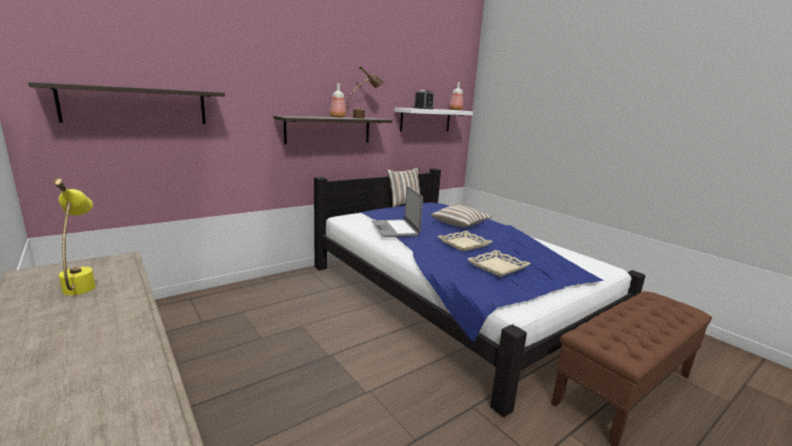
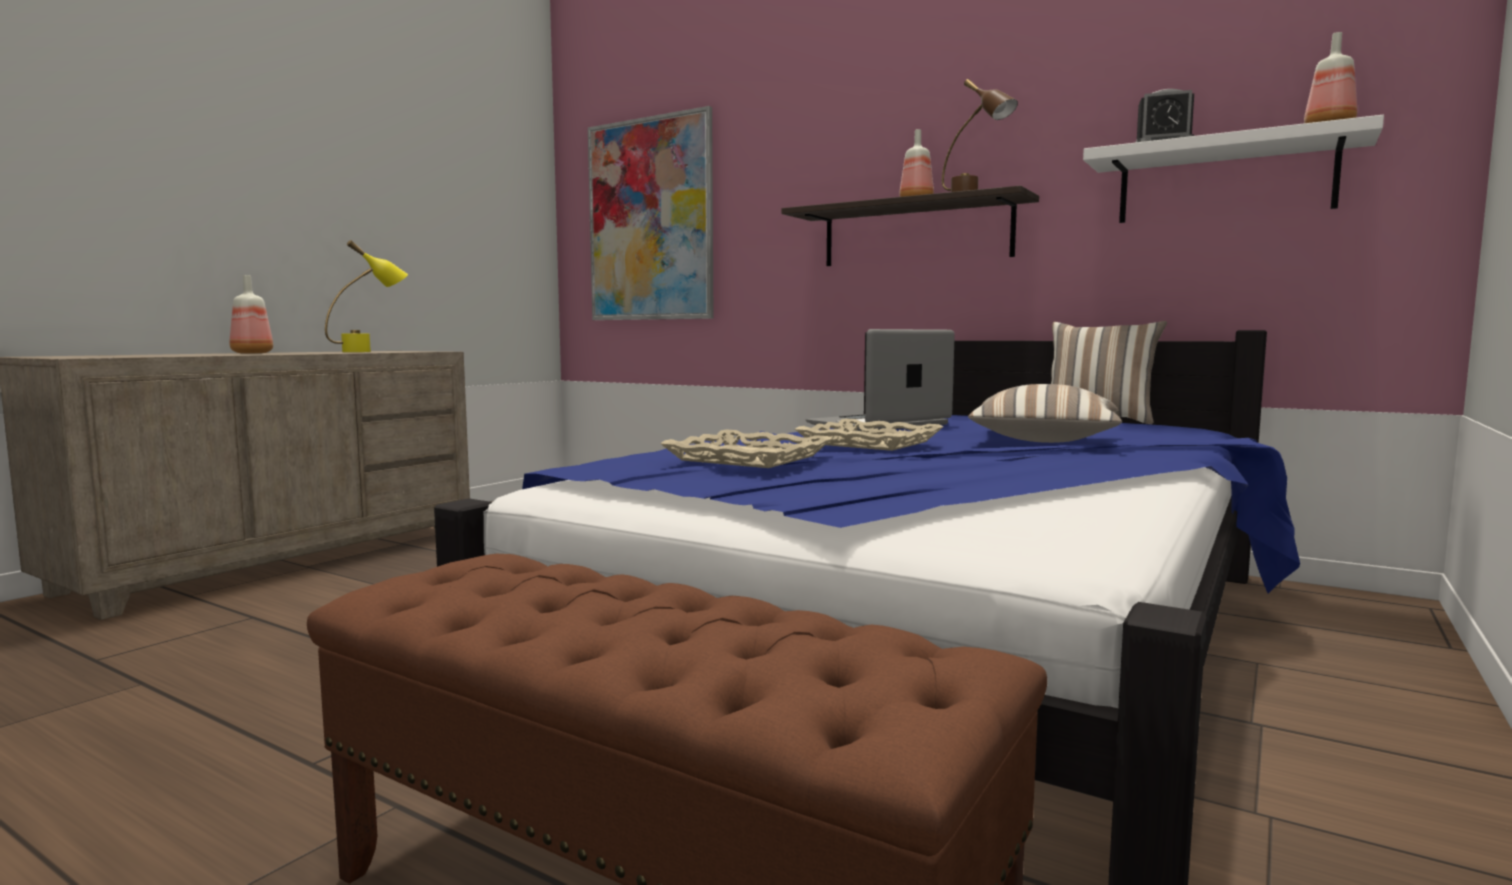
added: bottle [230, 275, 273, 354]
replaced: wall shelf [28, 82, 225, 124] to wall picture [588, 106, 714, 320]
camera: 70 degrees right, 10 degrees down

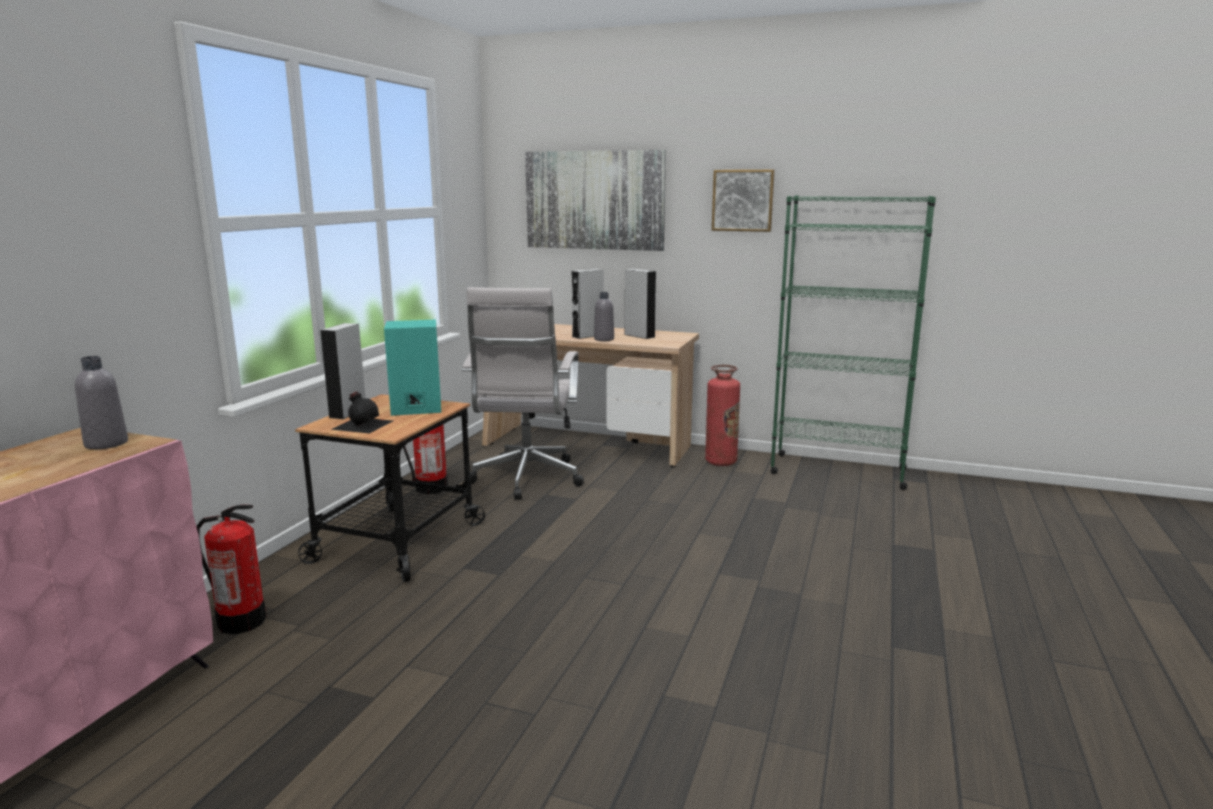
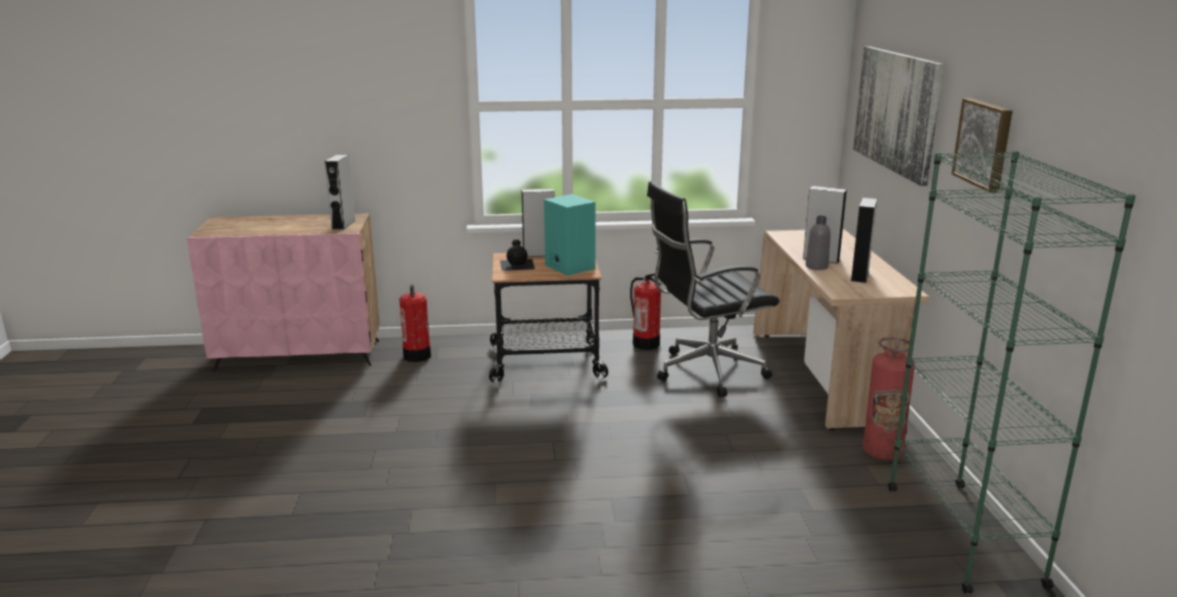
replaced: greyish bottle [75, 356, 128, 449] to greyish loudspeaker [325, 154, 356, 230]
recoloured: white-coloured desk chair [461, 287, 584, 500] to black desk chair [647, 181, 780, 397]
camera: 65 degrees right, 5 degrees up

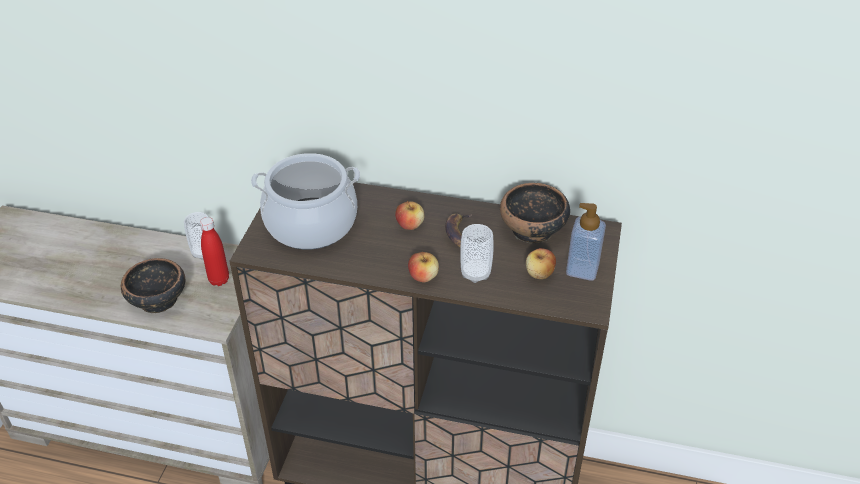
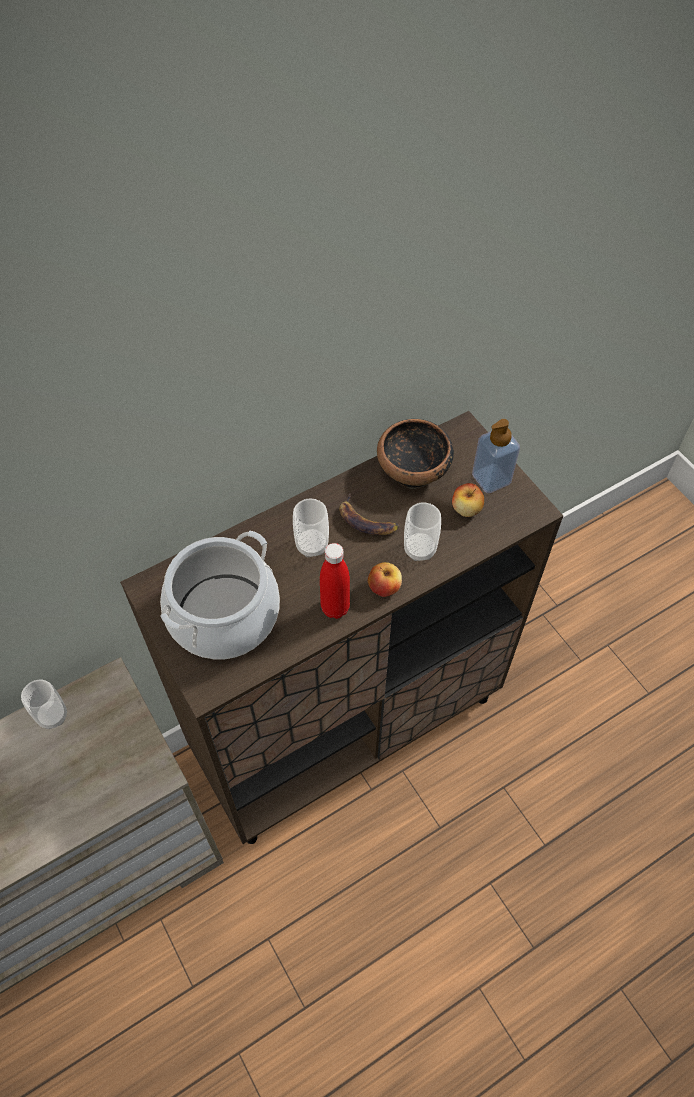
removed: deep dish [121, 258, 185, 313]
moved: red bottle [200, 217, 229, 286] to [320, 543, 350, 619]
replaced: whole apple [395, 200, 425, 230] to small cup [293, 499, 329, 557]
camera: 45 degrees left, 15 degrees up

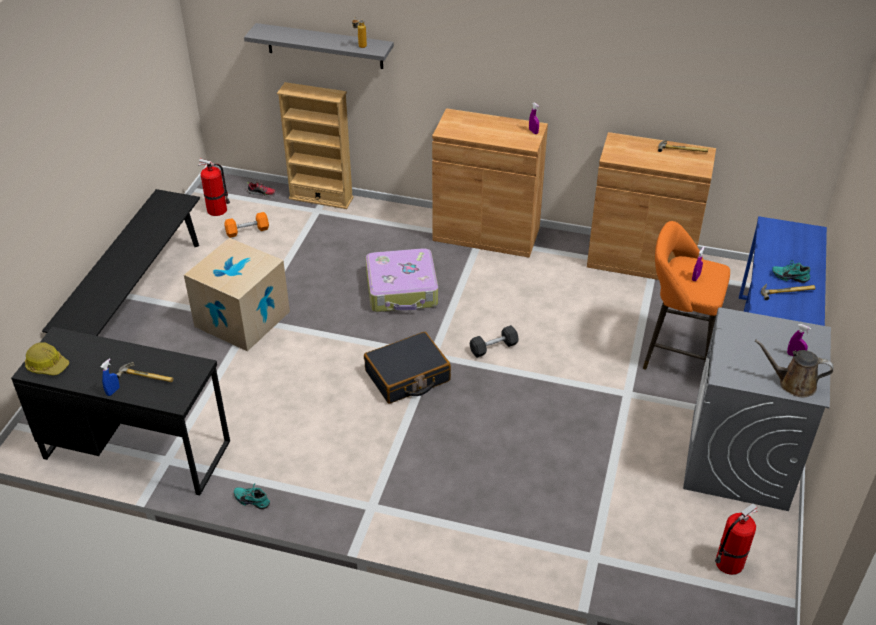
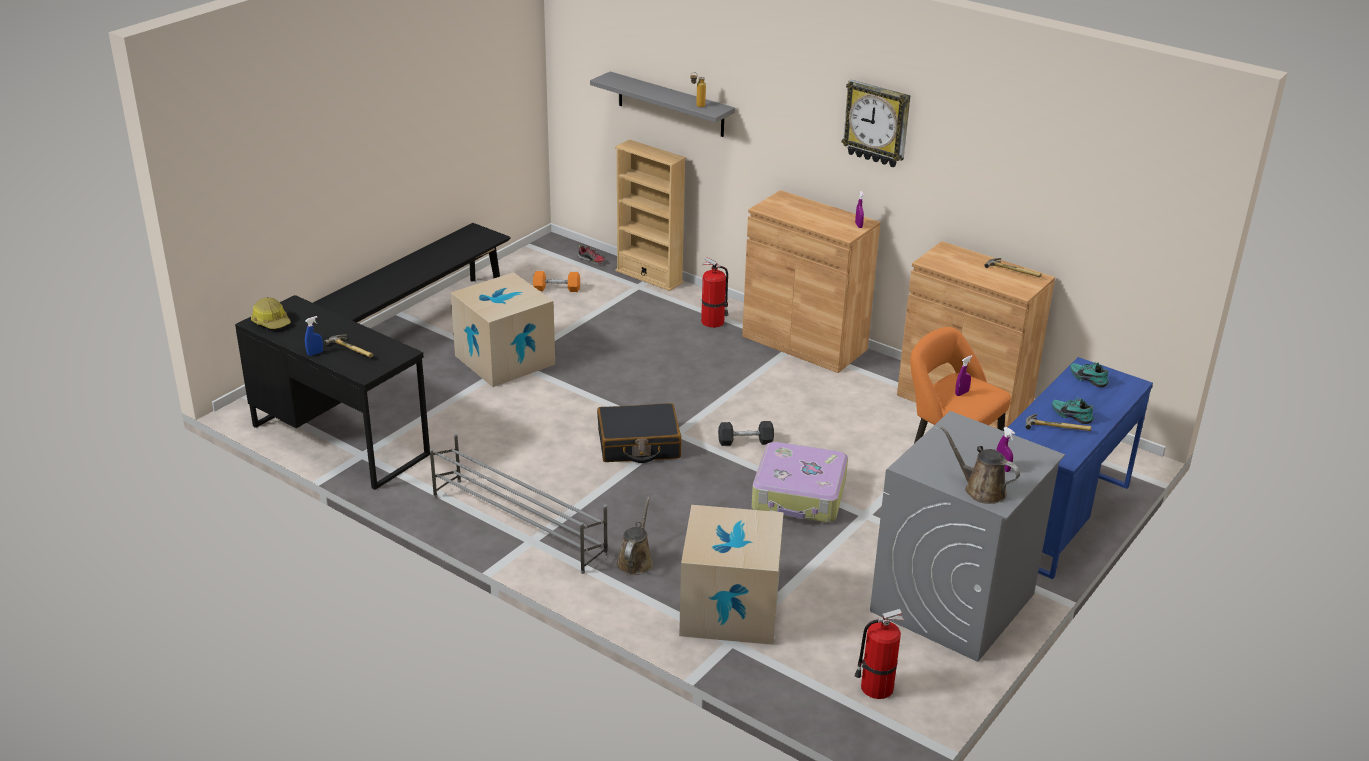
added: greyish shoe stand [430, 433, 608, 574]; brown-coloured watering pot [616, 497, 653, 575]; packing box [679, 505, 784, 645]; hanging clock [842, 80, 911, 167]
moved: extinguisher [198, 159, 230, 216] to [701, 257, 729, 328]; suitcase [366, 248, 438, 312] to [752, 442, 848, 523]; turquoise low shoe [234, 484, 270, 509] to [1070, 362, 1109, 387]
camera: 20 degrees right, 10 degrees down

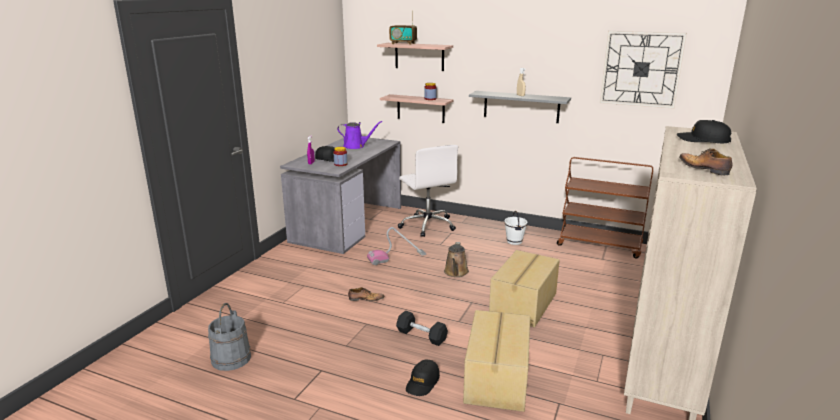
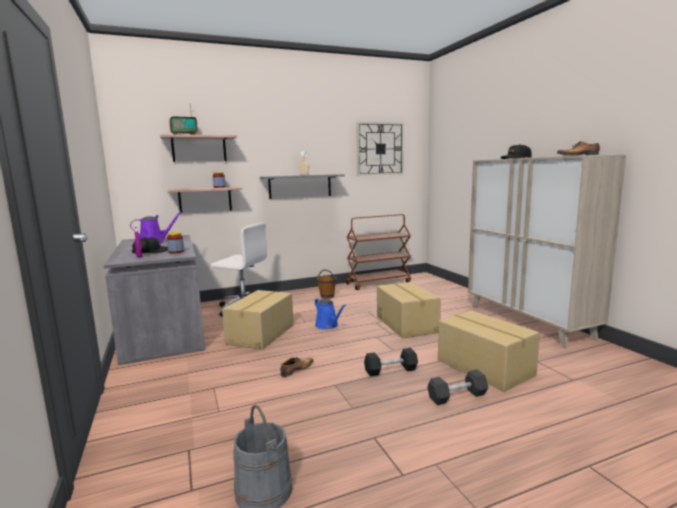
replaced: vacuum [367, 227, 426, 265] to packing box [222, 290, 294, 350]; black baseball cap [406, 360, 440, 396] to greyish dumbbell [427, 369, 488, 405]
recoloured: brown-coloured watering pot [444, 242, 469, 277] to blue watering pot [315, 298, 346, 330]; white-coloured water bucket [504, 211, 527, 245] to brown-coloured water bucket [317, 269, 337, 299]
camera: 45 degrees left, 10 degrees down

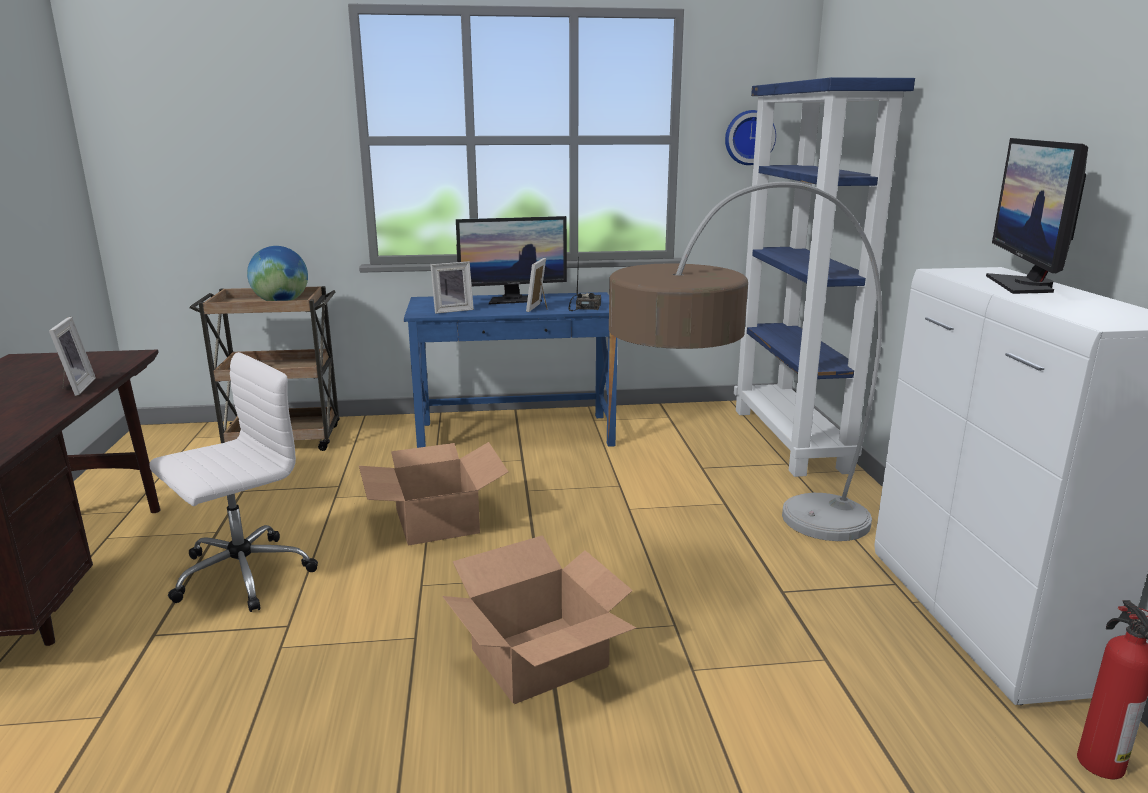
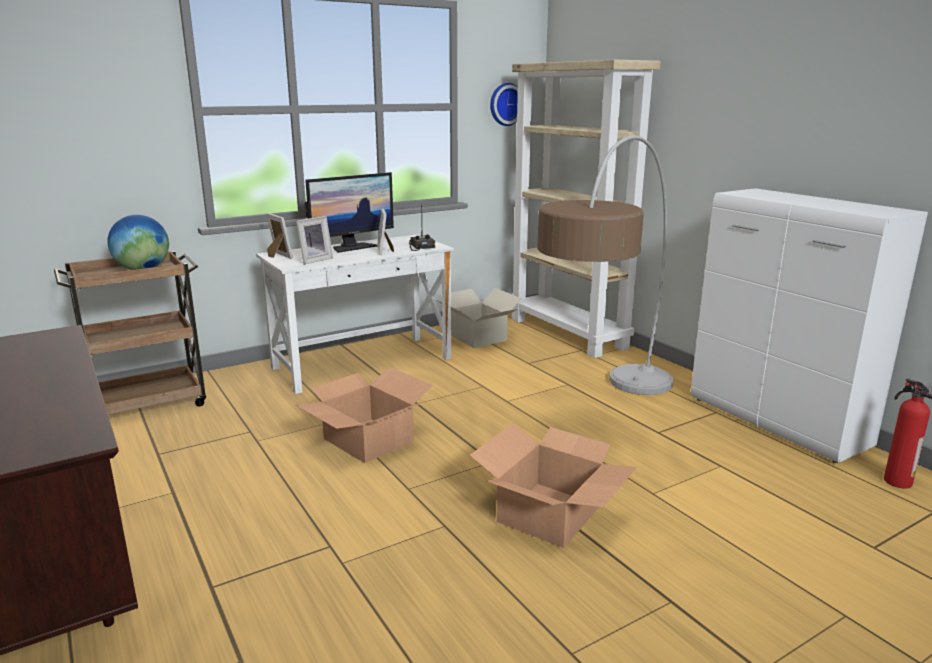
removed: white-coloured desk chair [149, 352, 318, 612]; computer display [986, 138, 1088, 294]
added: packing box [435, 288, 522, 348]
moved: photo frame [49, 317, 96, 396] to [266, 213, 293, 259]
recoloured: blue desk [404, 292, 618, 448] to white-coloured desk [256, 234, 454, 394]; blue shelving unit [734, 77, 915, 477] to beige shelving unit [512, 59, 661, 358]
camera: 25 degrees left, 0 degrees up

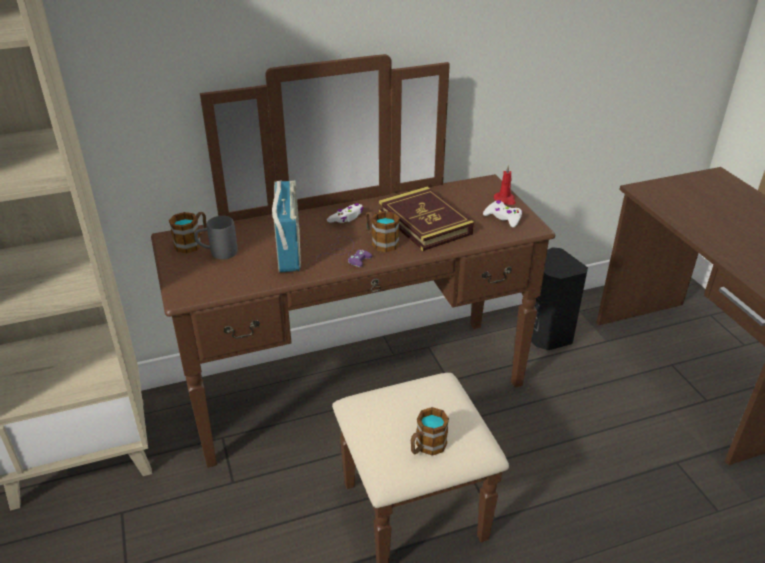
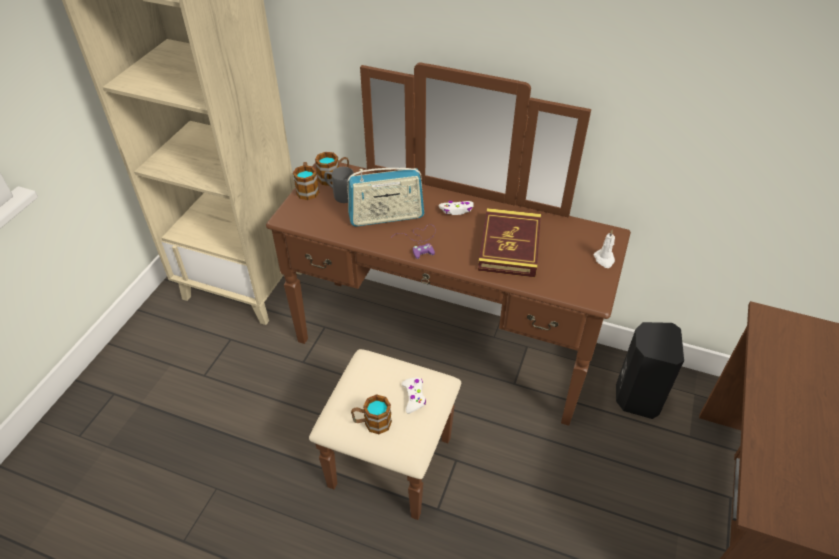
moved: coffee mug [366, 211, 400, 252] to [293, 162, 319, 200]; white-coloured game controller [483, 200, 522, 228] to [402, 377, 426, 414]
recoloured: red wax candle [494, 164, 516, 205] to white-coloured wax candle [594, 230, 615, 268]
turned: radio [272, 180, 301, 272] = [347, 168, 424, 227] 45 degrees clockwise
camera: 40 degrees right, 10 degrees up

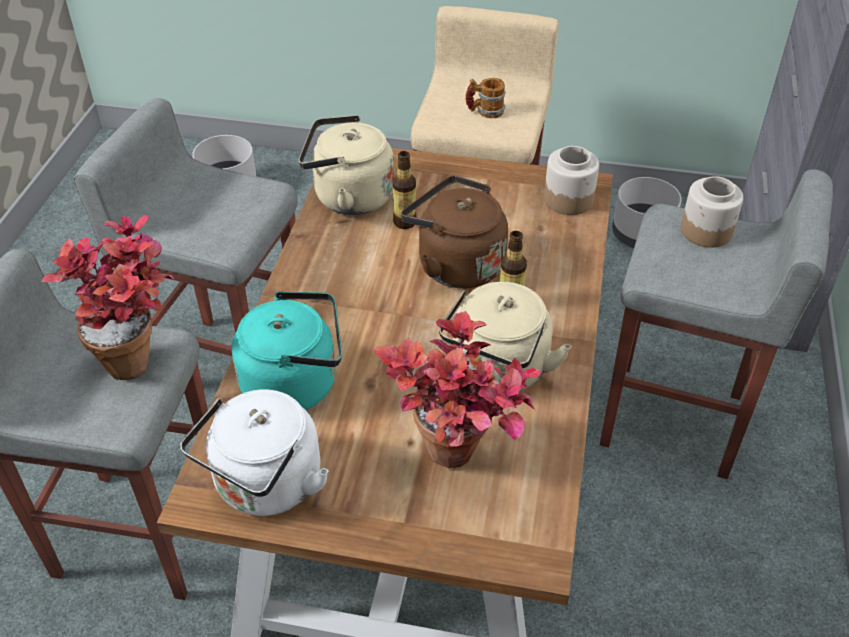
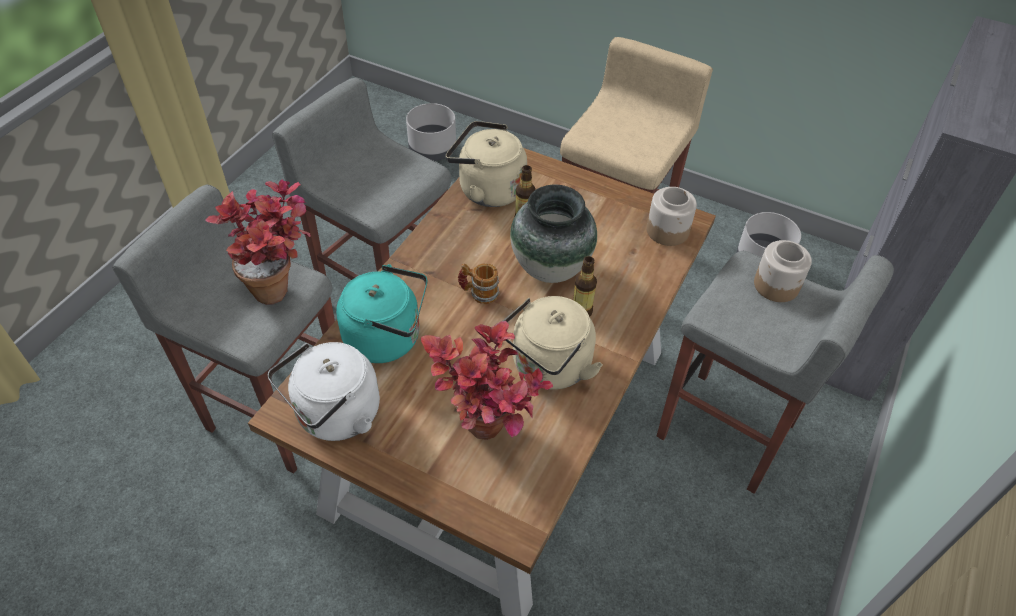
moved: coffee mug [465, 78, 506, 118] to [458, 263, 500, 304]
replaced: brown-coloured tea kettle [401, 176, 508, 289] to vase [510, 185, 597, 283]
camera: 15 degrees right, 5 degrees up

